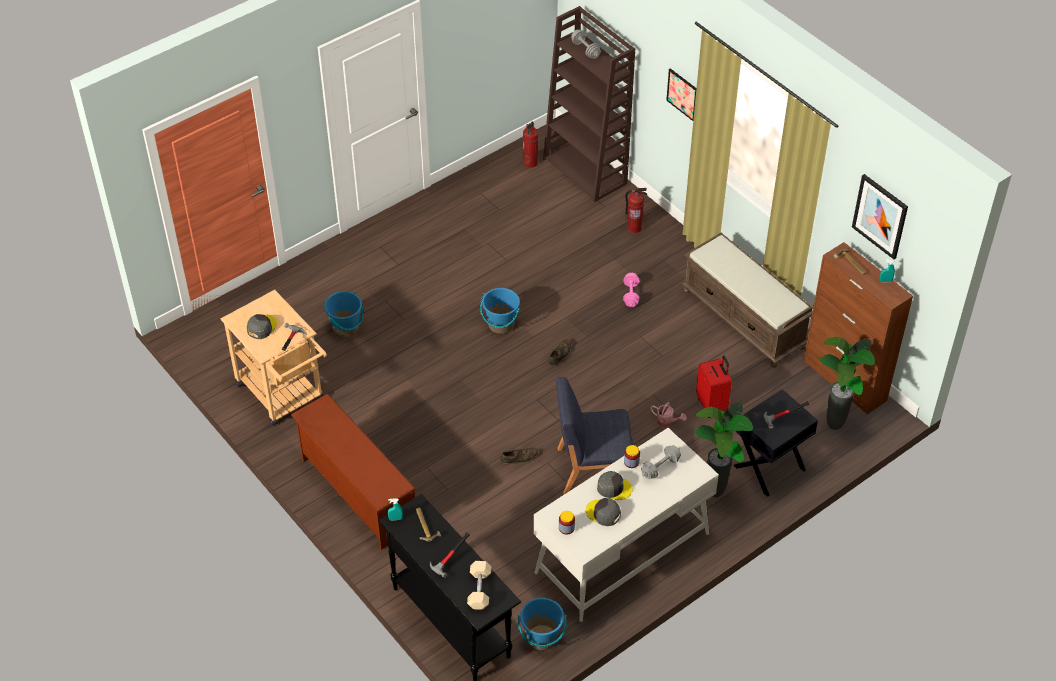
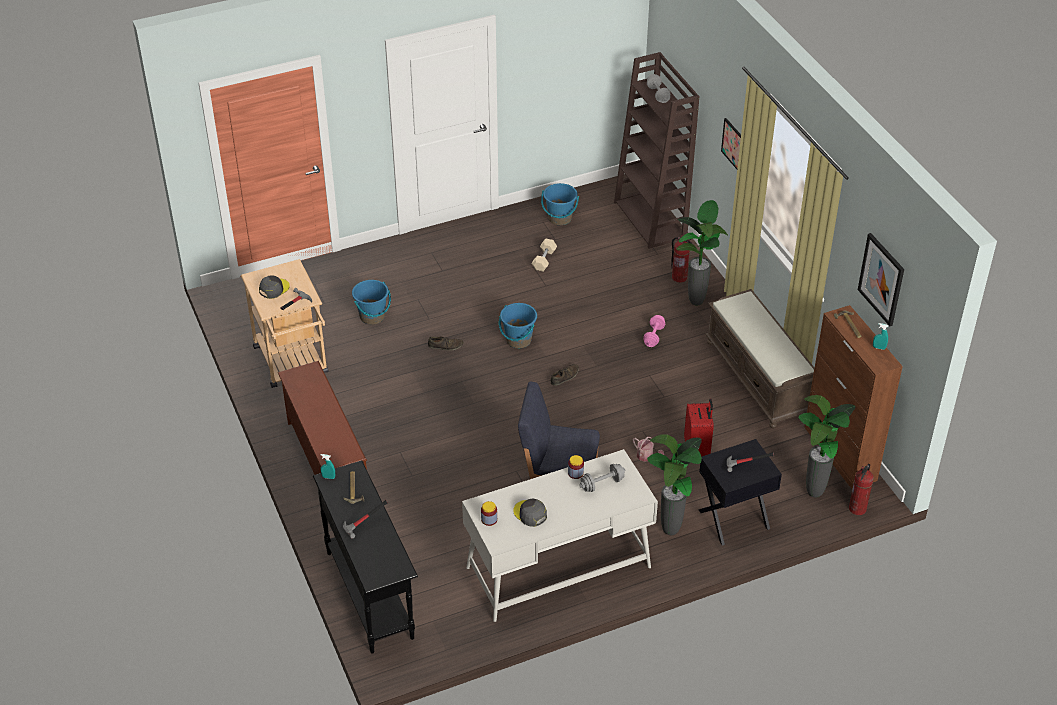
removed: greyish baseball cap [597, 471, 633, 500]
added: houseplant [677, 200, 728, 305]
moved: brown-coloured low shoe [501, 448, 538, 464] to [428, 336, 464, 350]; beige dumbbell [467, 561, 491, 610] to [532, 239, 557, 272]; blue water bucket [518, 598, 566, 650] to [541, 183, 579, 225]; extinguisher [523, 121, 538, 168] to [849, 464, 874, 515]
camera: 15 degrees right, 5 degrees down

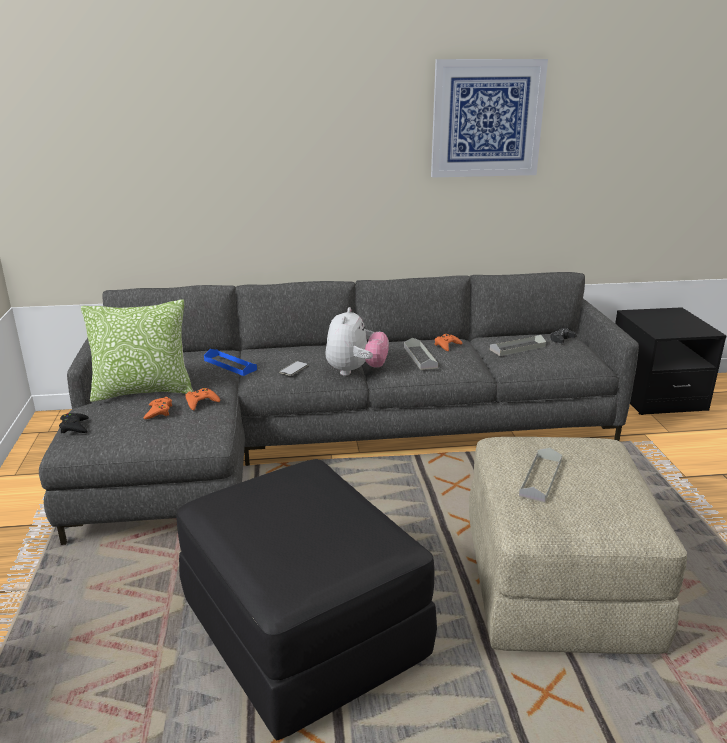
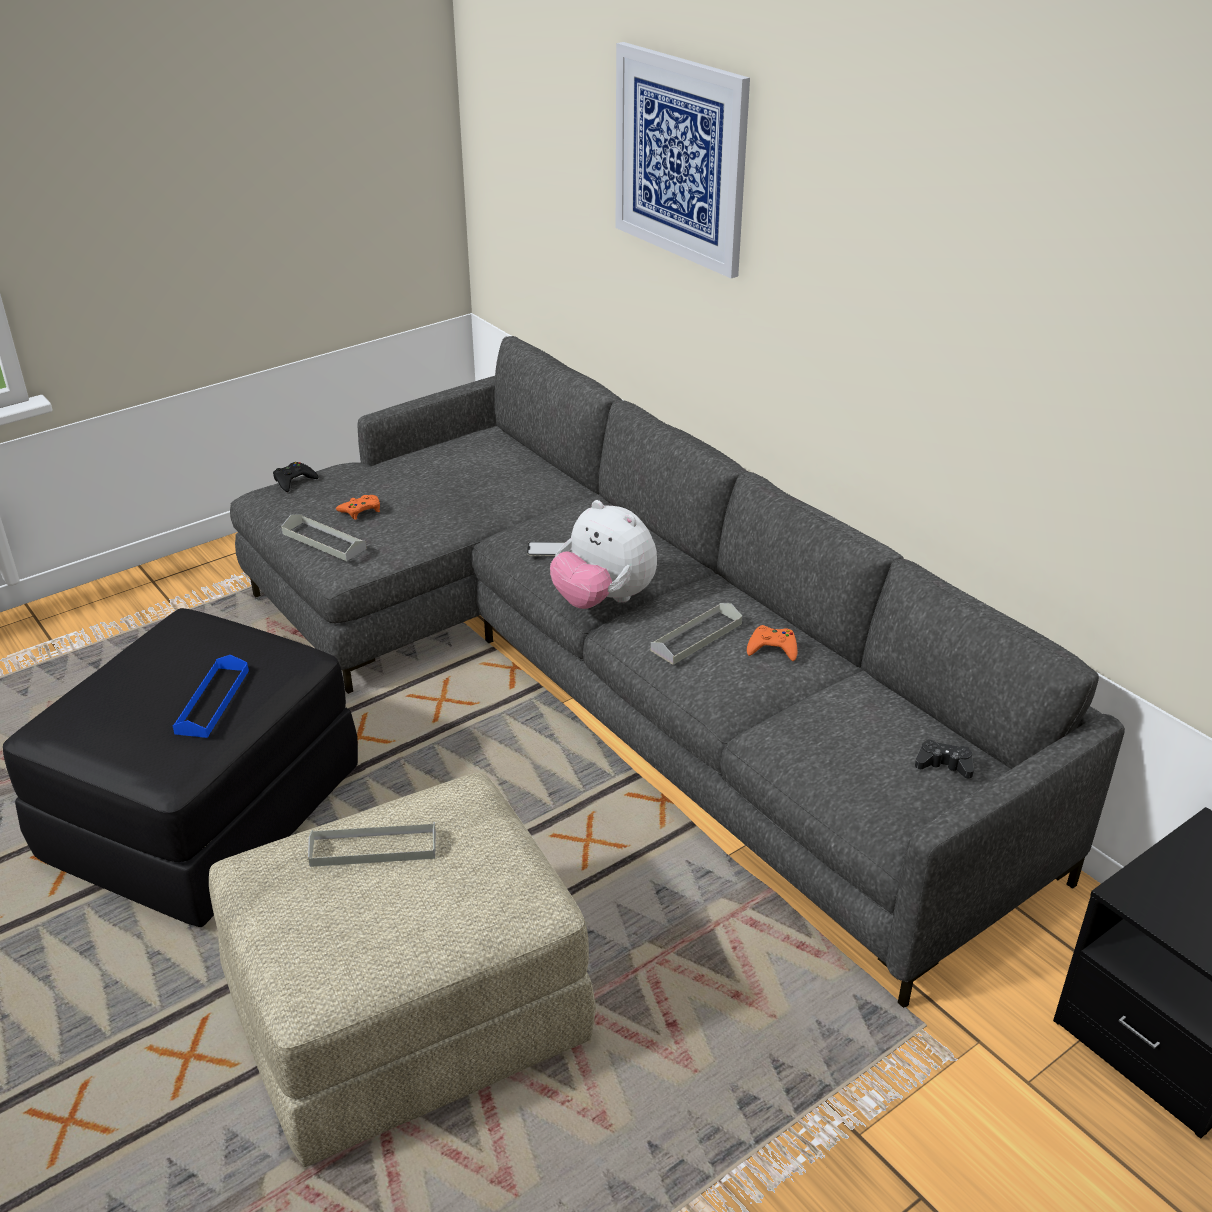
removed: throw pillow [81, 299, 193, 402]; orange-coloured game controller [185, 388, 220, 410]
moved: blue serving tray [204, 349, 257, 376] to [172, 655, 249, 738]; greyish serving tray [490, 335, 546, 356] to [281, 514, 366, 561]; wall picture [431, 59, 548, 177] to [616, 42, 750, 278]
turned: plush toy [325, 307, 389, 376] = [550, 500, 657, 609] 60 degrees clockwise
camera: 60 degrees right, 10 degrees up

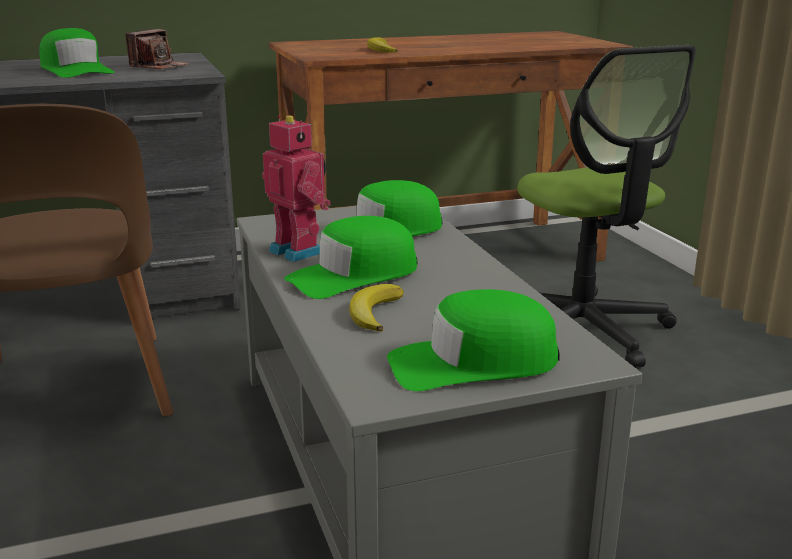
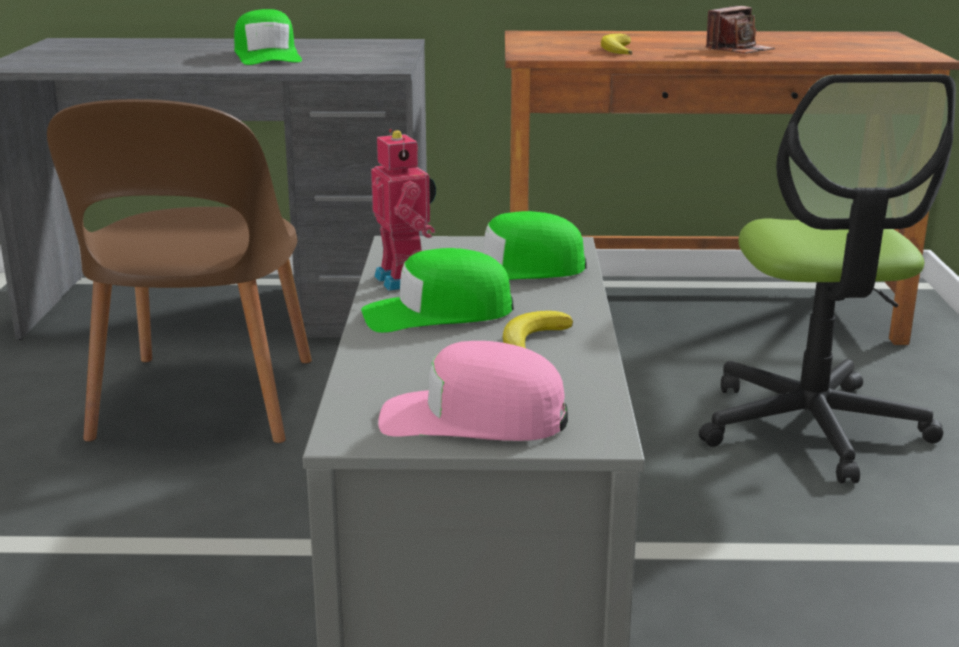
moved: banana [349, 284, 404, 332] to [502, 311, 573, 348]; photo camera [125, 29, 190, 69] to [706, 6, 775, 54]
recoloured: greenish baseball cap [387, 289, 559, 391] to pinkish baseball cap [378, 341, 568, 441]
camera: 20 degrees right, 0 degrees up

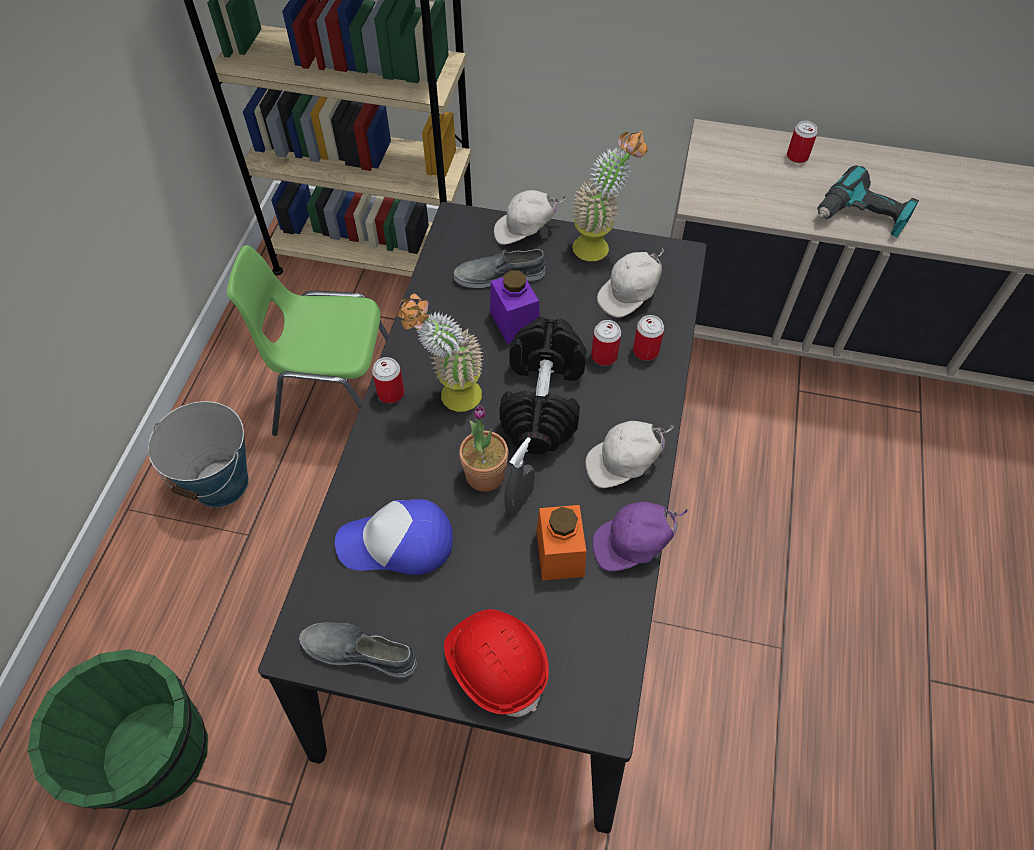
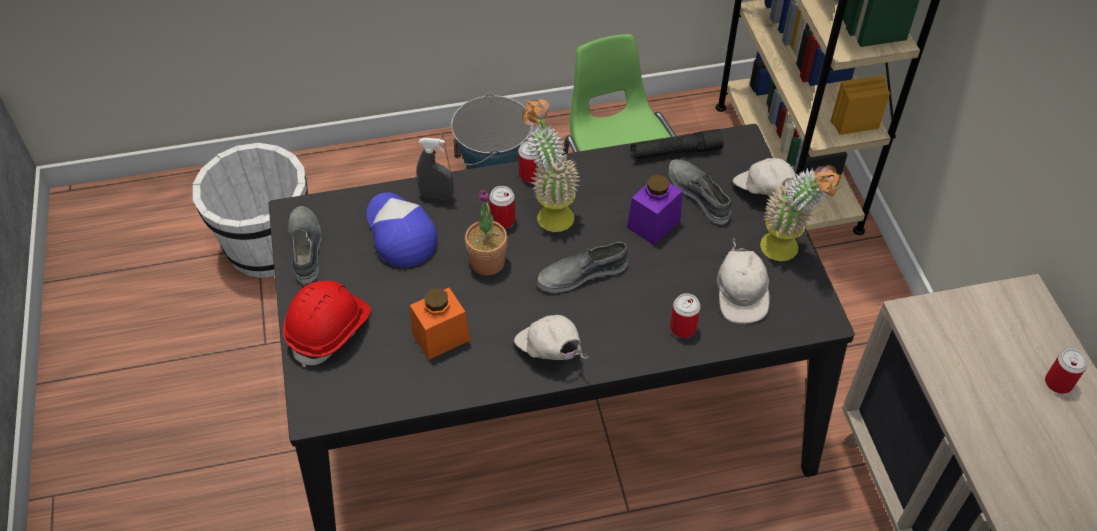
removed: purple baseball cap [592, 502, 688, 571]; power drill [817, 165, 919, 238]
added: black hand torch [631, 129, 724, 159]
moved: greyish sprayer [504, 437, 535, 515] to [416, 138, 454, 200]; can [591, 320, 621, 366] to [489, 186, 515, 229]
replaced: black dumbbell [499, 317, 587, 454] to greyish low shoe [537, 242, 628, 293]
recoloured: greenish water bucket [28, 649, 208, 810] to white-coloured water bucket [193, 143, 308, 278]
turned: white-coloured baseball cap [597, 248, 664, 318] = [717, 238, 770, 324] 120 degrees counterclockwise
camera: 65 degrees right, 5 degrees down

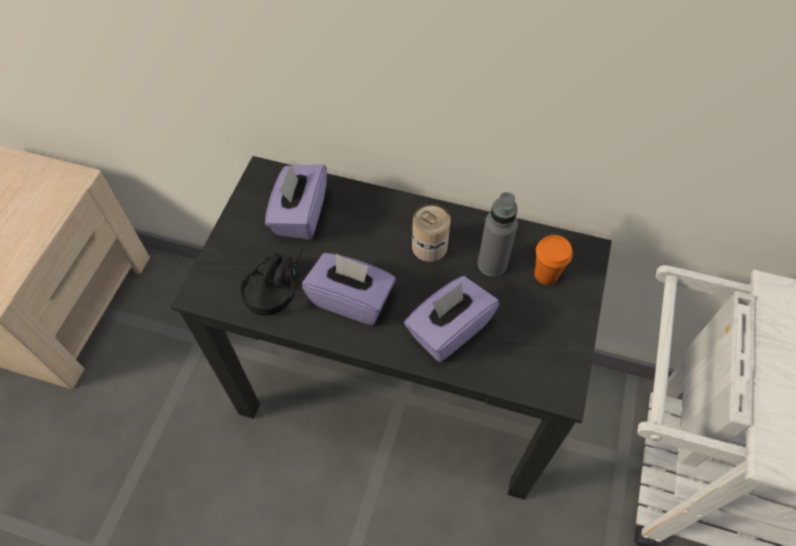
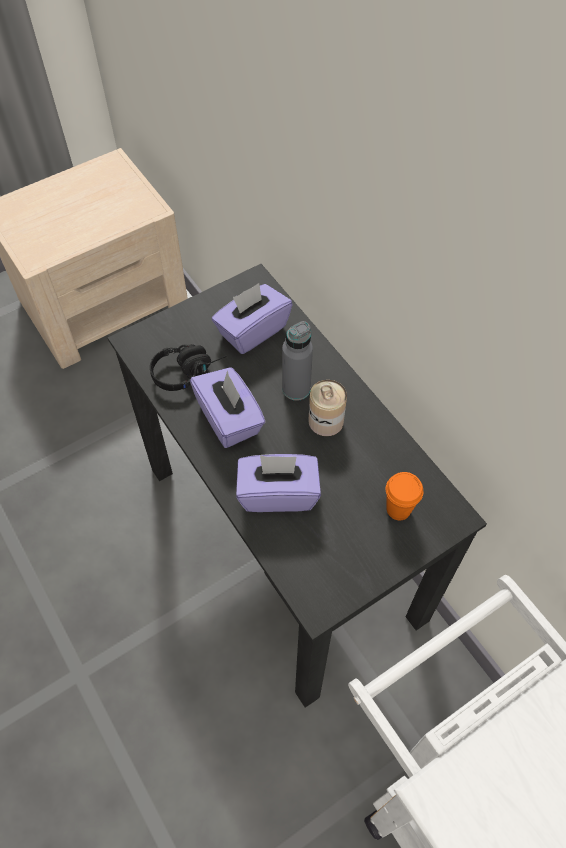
moved: greyish bottle [478, 192, 518, 276] to [282, 321, 313, 401]
camera: 40 degrees right, 0 degrees up

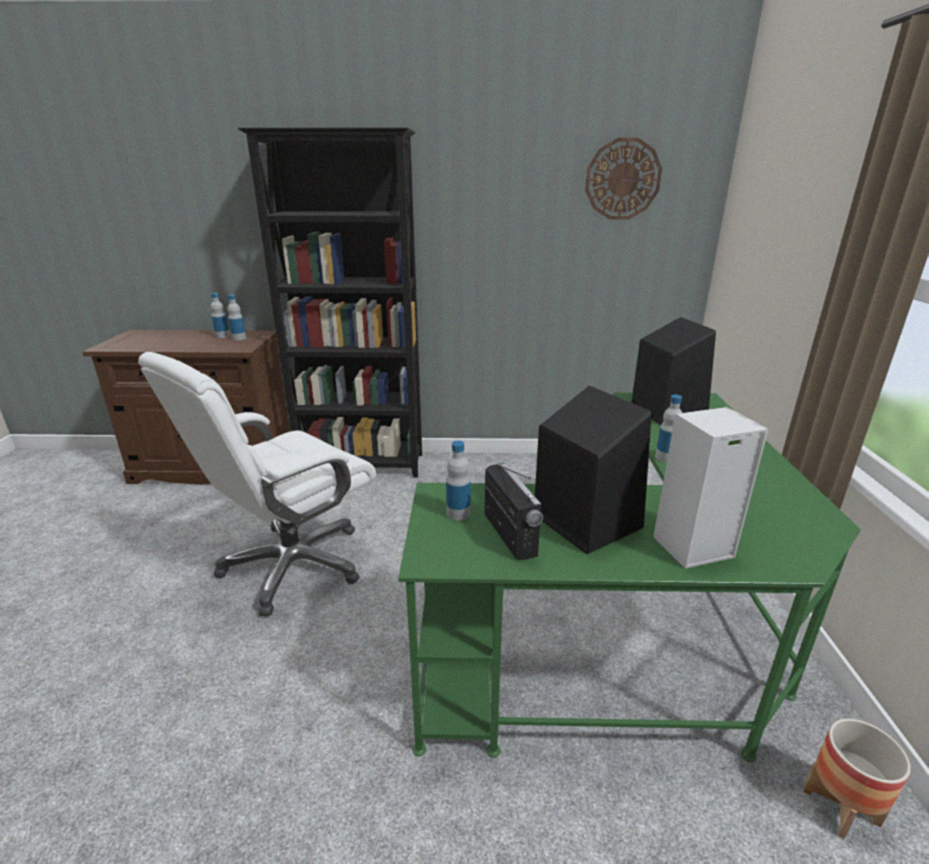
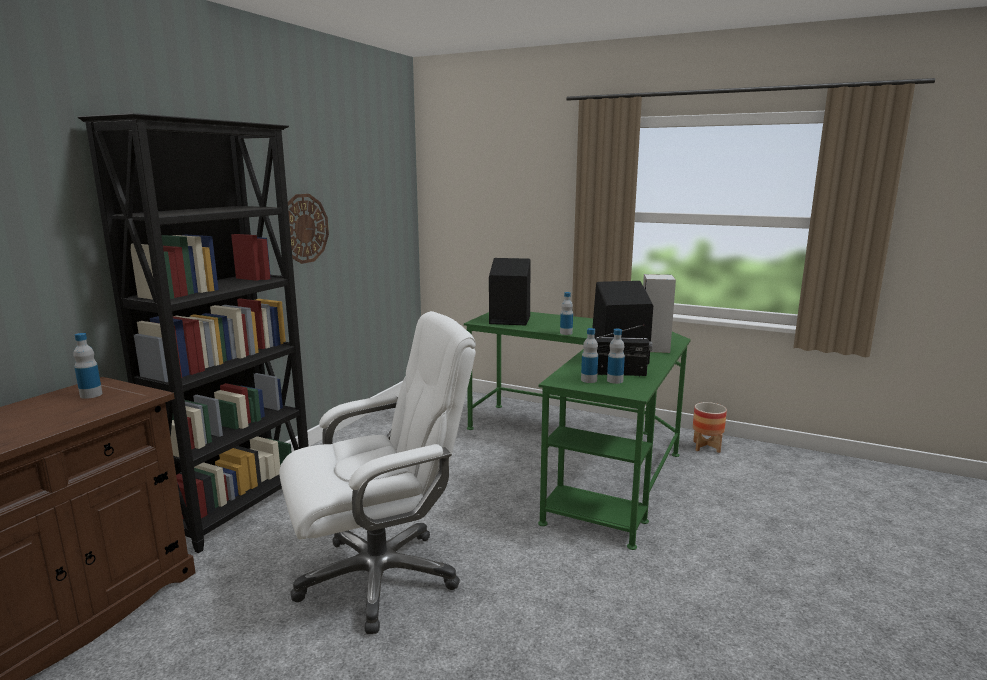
moved: hanging clock [585, 138, 662, 219] to [288, 194, 329, 264]; bottle [211, 293, 230, 338] to [607, 329, 625, 384]
turned: white-coloured desk chair [138, 352, 376, 616] = [279, 311, 476, 634] 90 degrees counterclockwise
camera: 65 degrees left, 10 degrees down

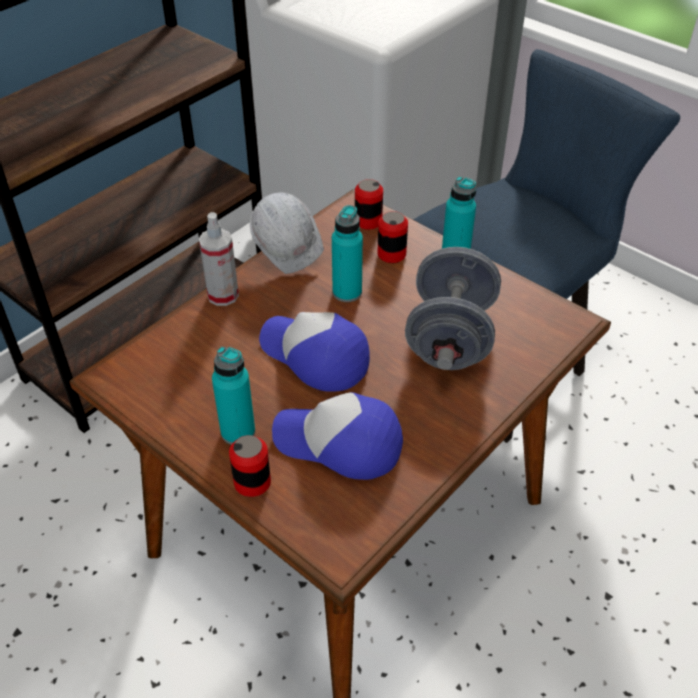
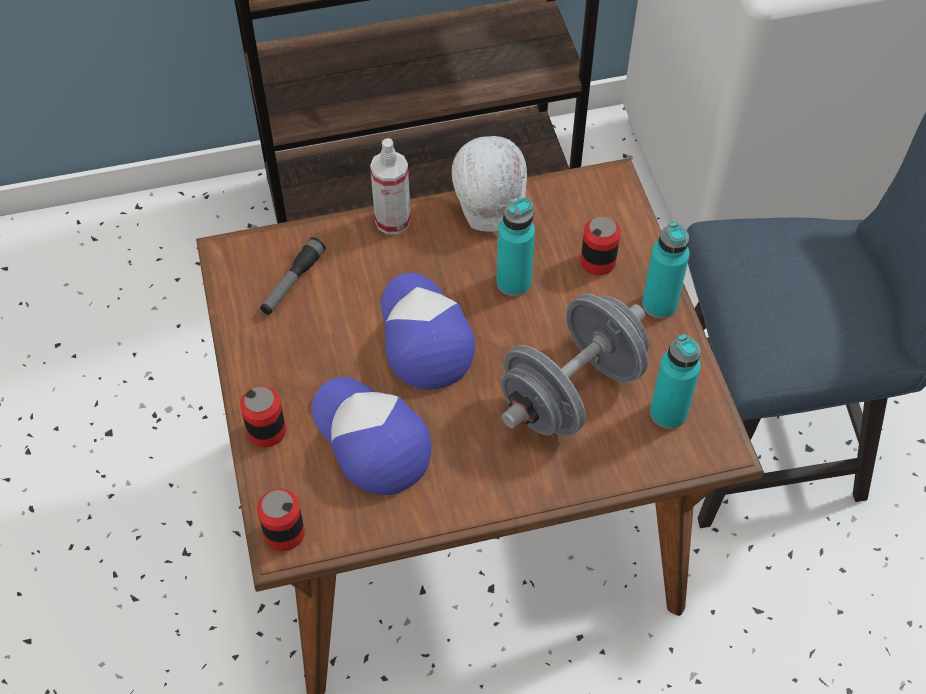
added: hand torch [260, 237, 326, 315]
moved: can [355, 179, 383, 230] to [257, 489, 305, 551]; turquoise bottle [212, 347, 255, 445] to [650, 334, 701, 429]
camera: 35 degrees right, 10 degrees up

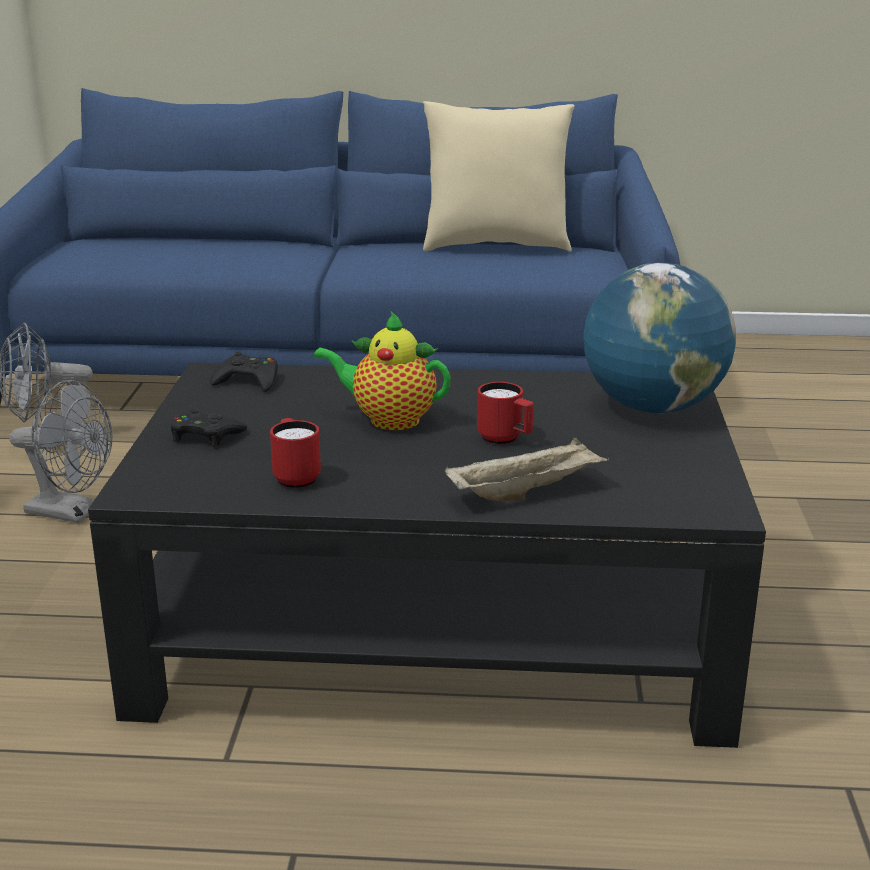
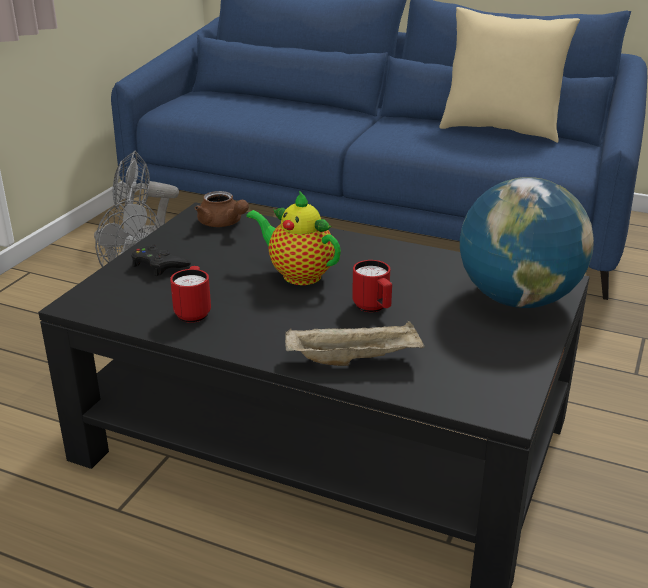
replaced: black game controller [210, 352, 278, 392] to brown-coloured pot for tea [195, 191, 249, 227]
camera: 20 degrees right, 5 degrees up

